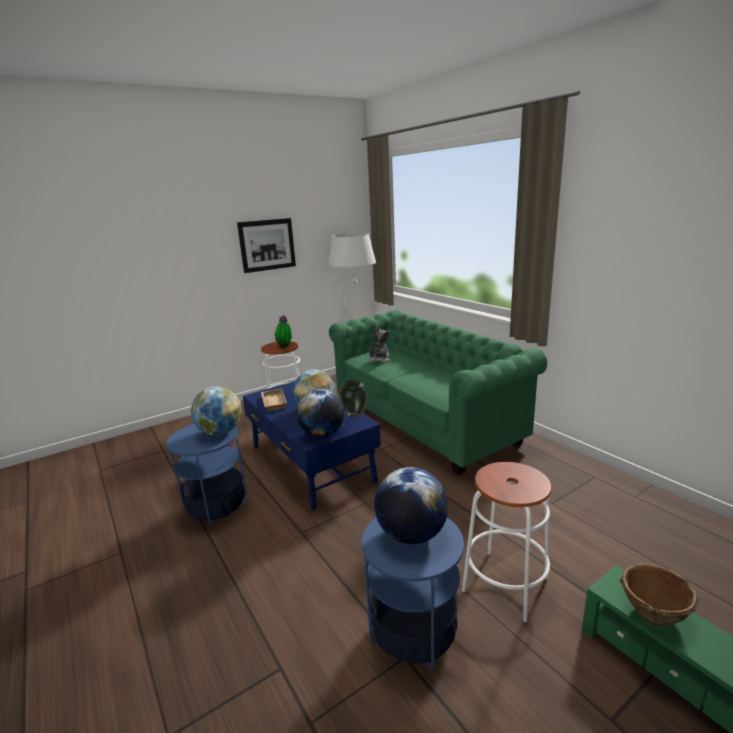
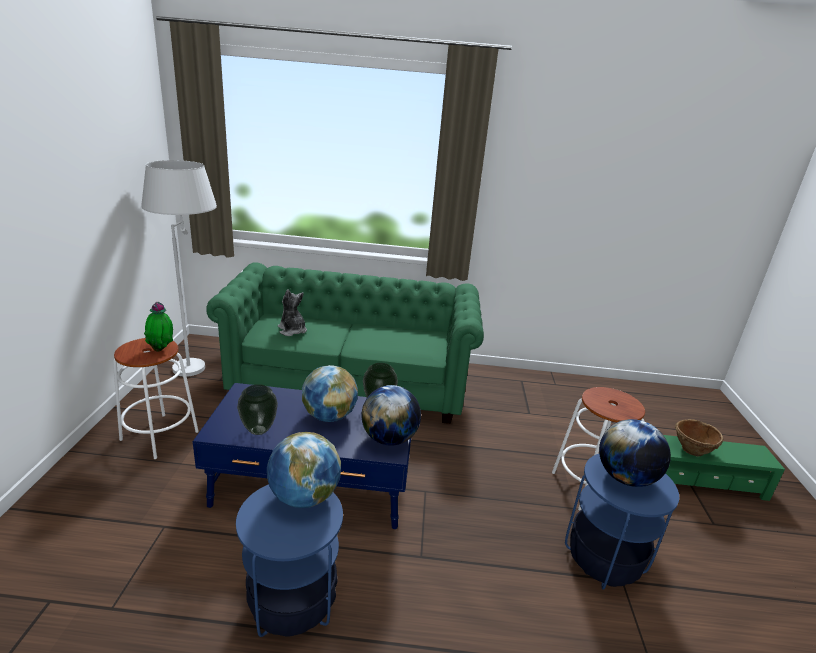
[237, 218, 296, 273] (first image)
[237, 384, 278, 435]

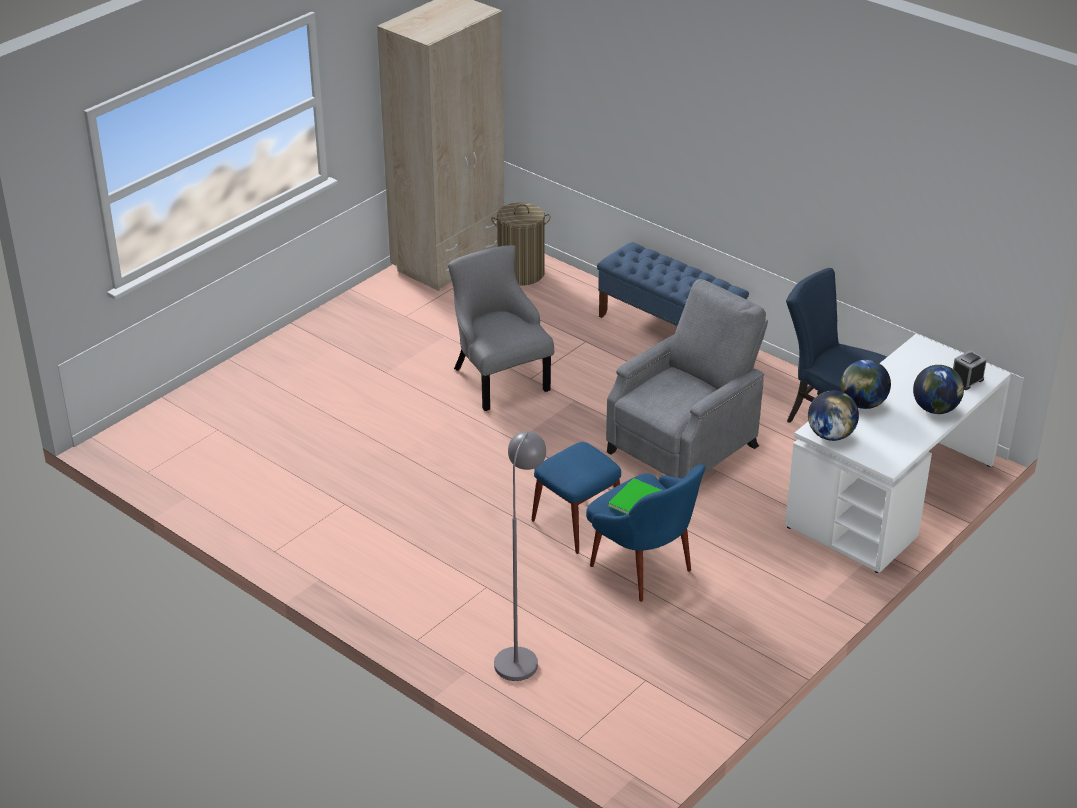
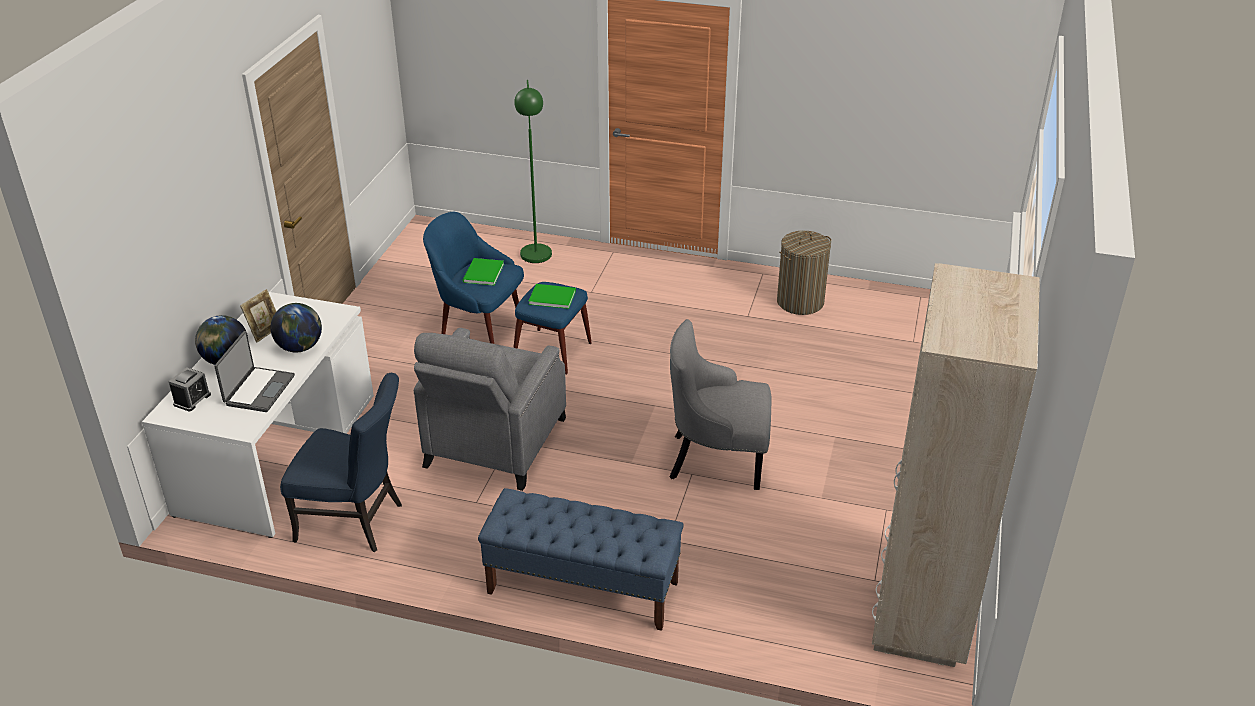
[669, 319, 771, 490]
[777, 231, 831, 315]
[514, 80, 552, 263]
[808, 390, 859, 441] (first image)
[214, 331, 295, 412]
[240, 289, 277, 342]
[529, 284, 576, 309]

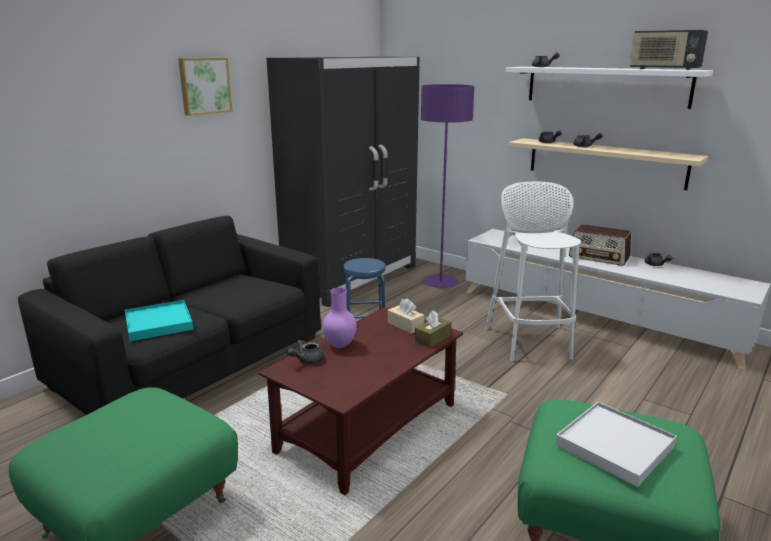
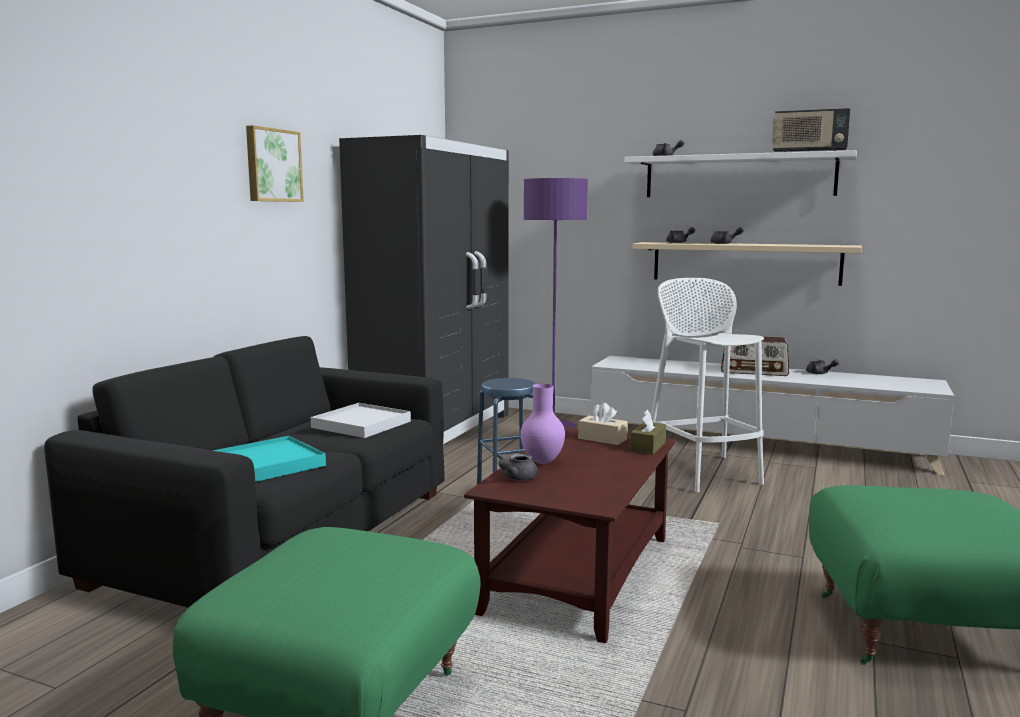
[311, 403, 411, 438]

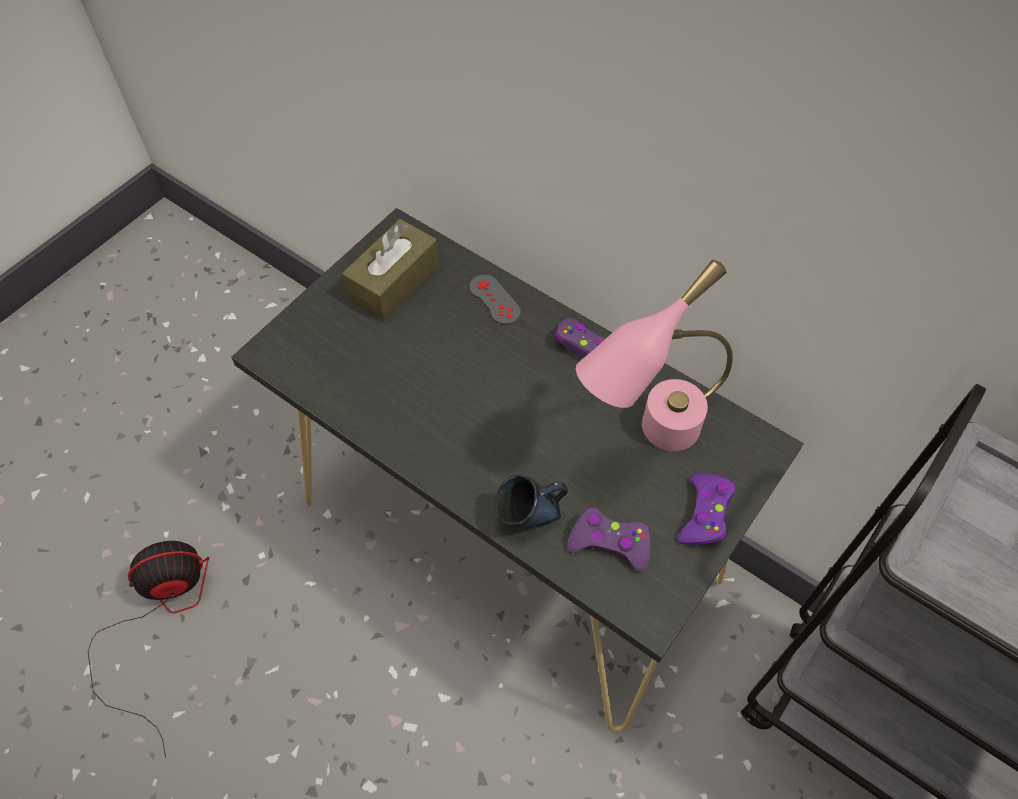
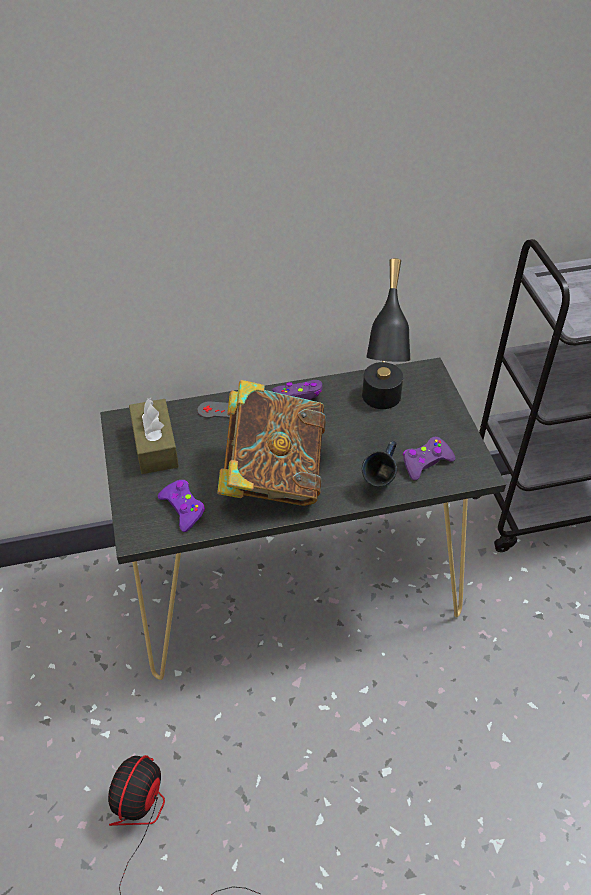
[362, 258, 410, 409]
[158, 480, 205, 532]
[217, 380, 326, 506]

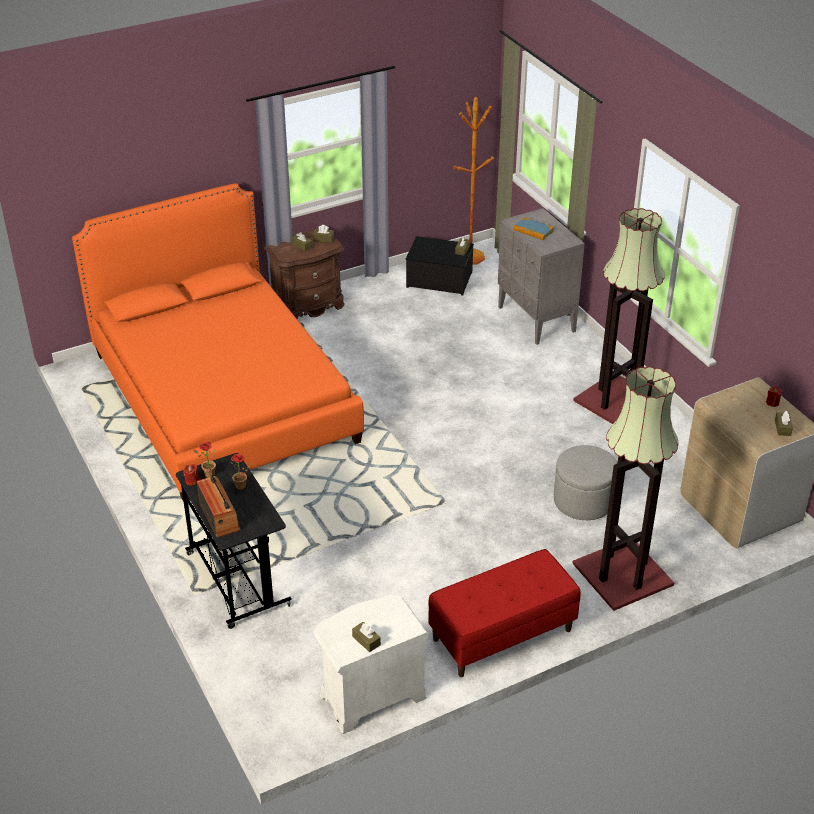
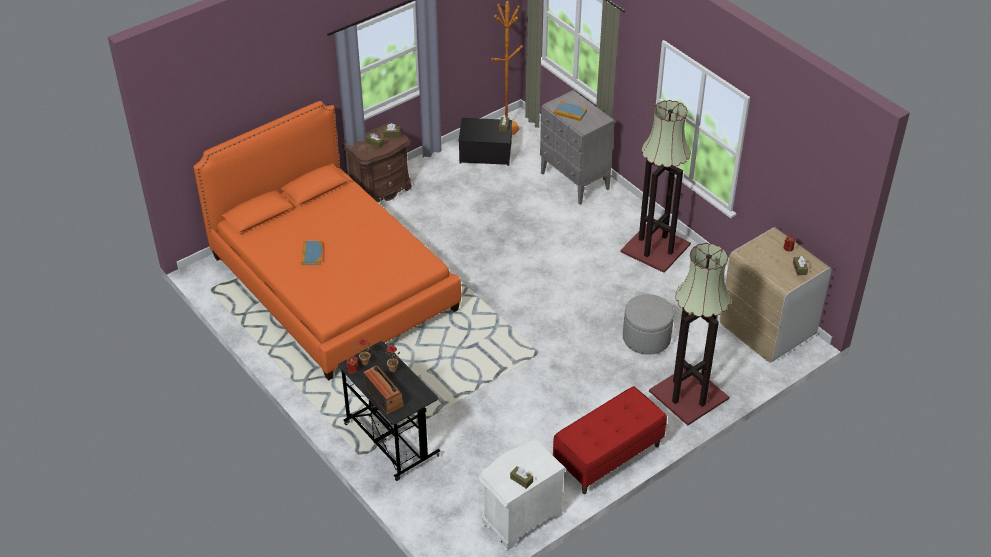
[301, 241, 323, 265]

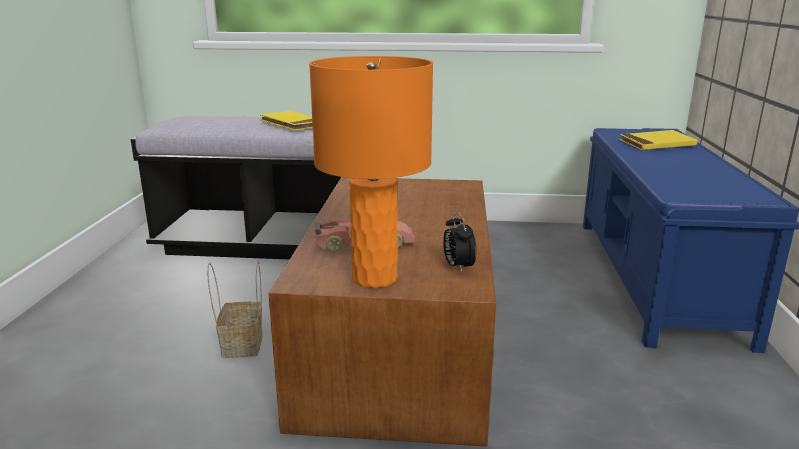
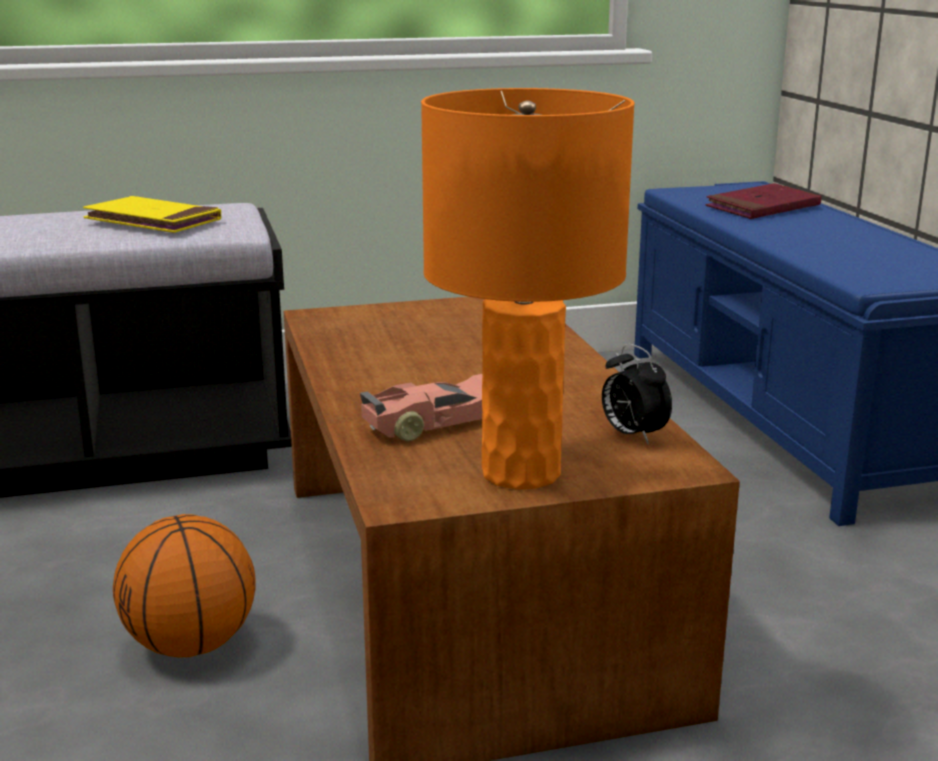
[113, 514, 256, 657]
[706, 183, 821, 219]

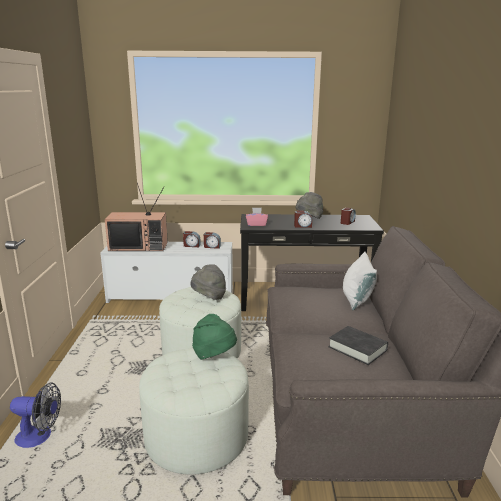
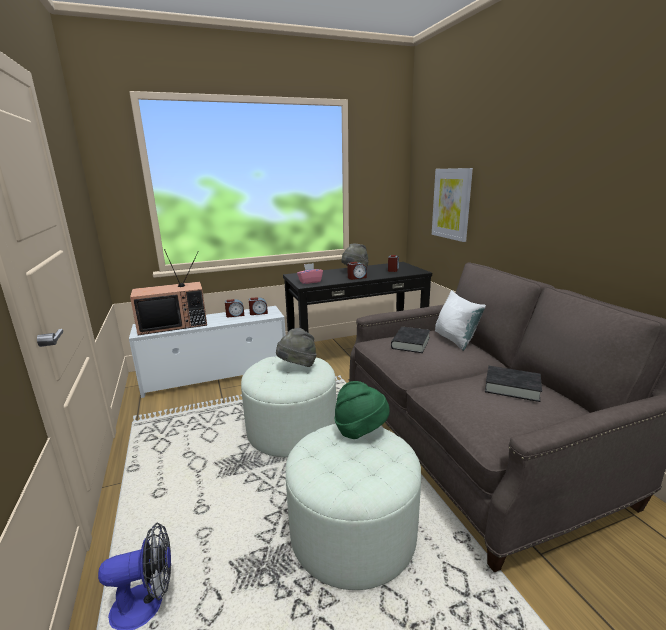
[391, 327, 430, 353]
[432, 168, 473, 242]

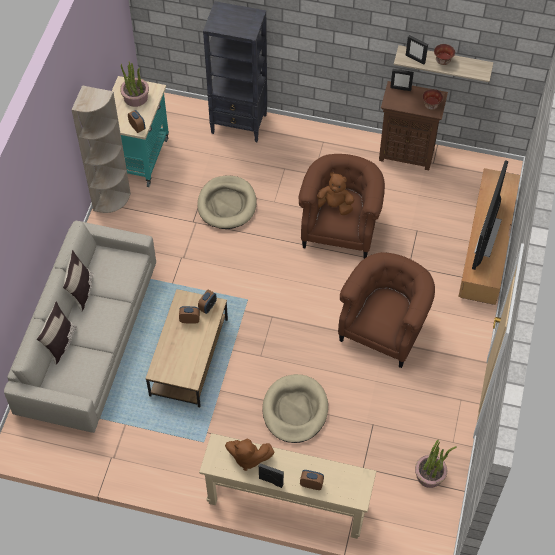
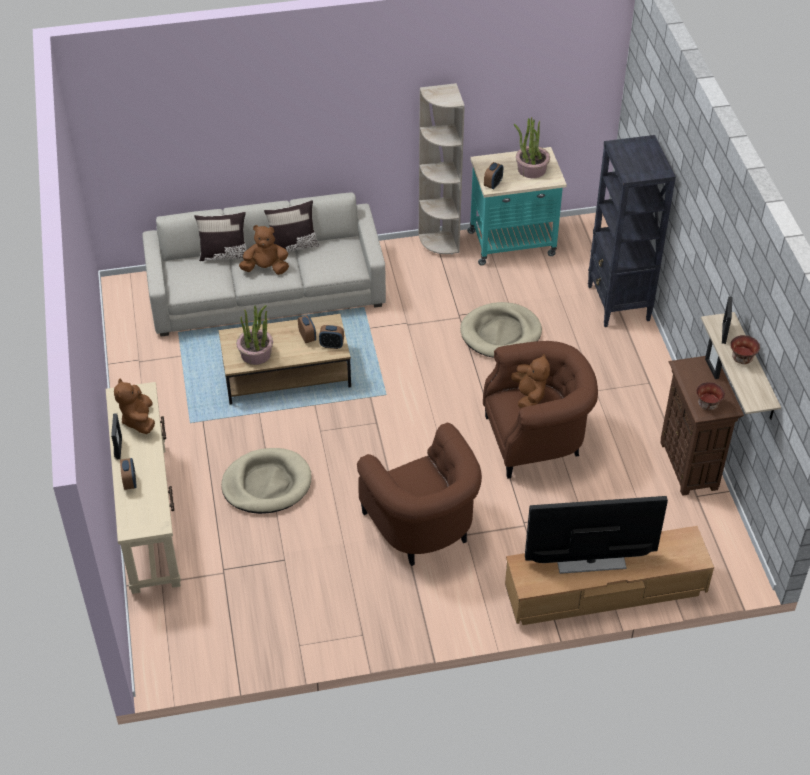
[357, 423, 482, 566]
[236, 305, 273, 365]
[239, 225, 289, 275]

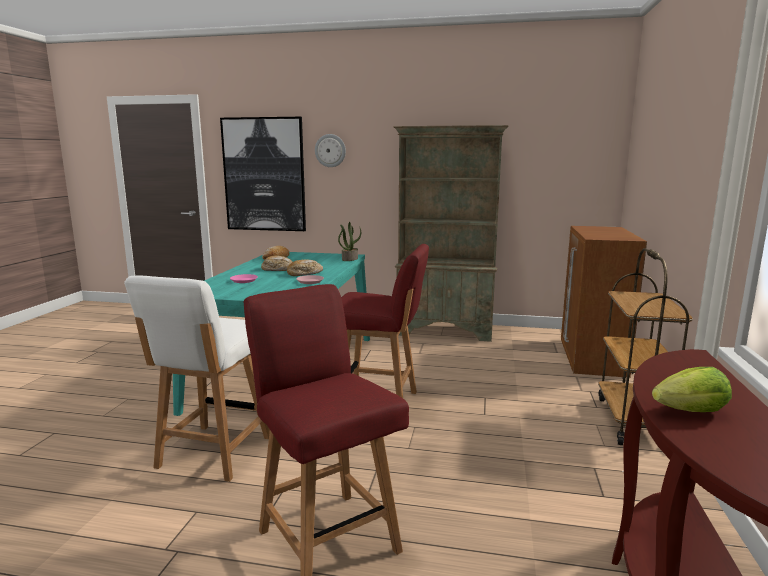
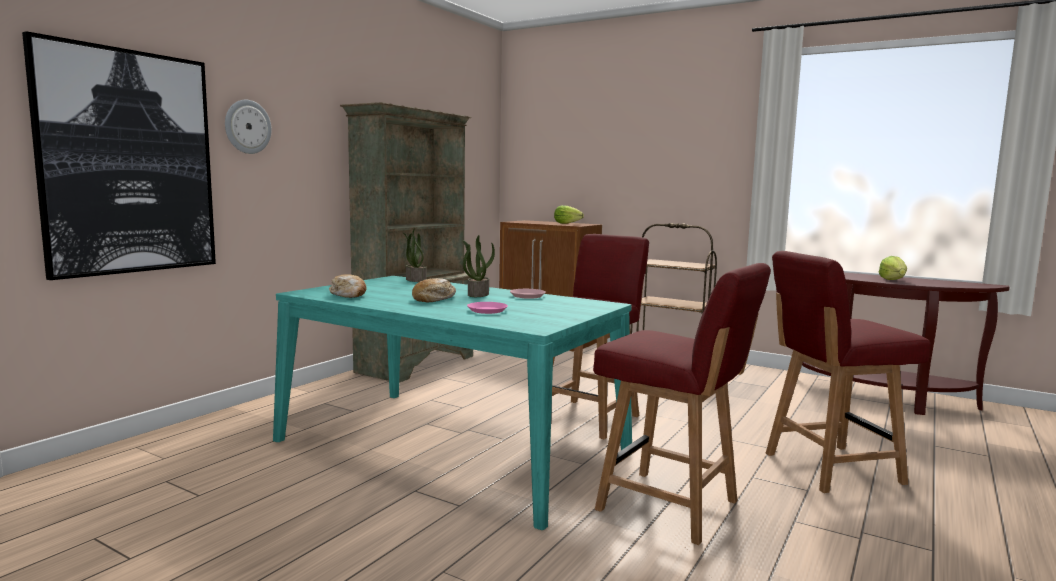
[593, 263, 771, 545]
[462, 235, 495, 297]
[554, 205, 584, 224]

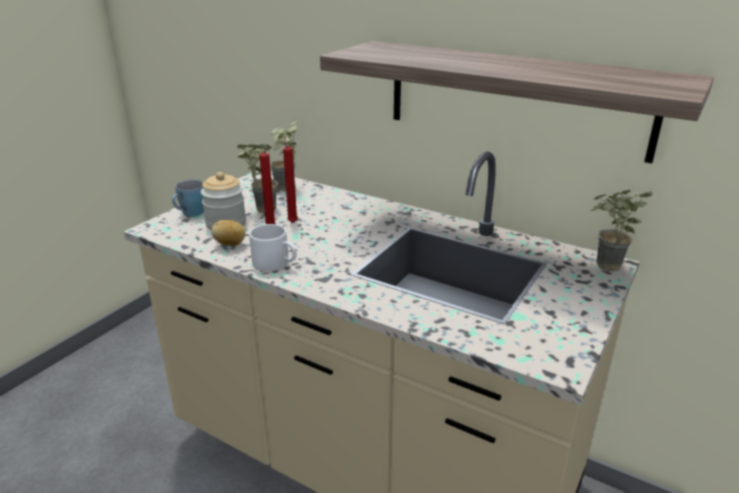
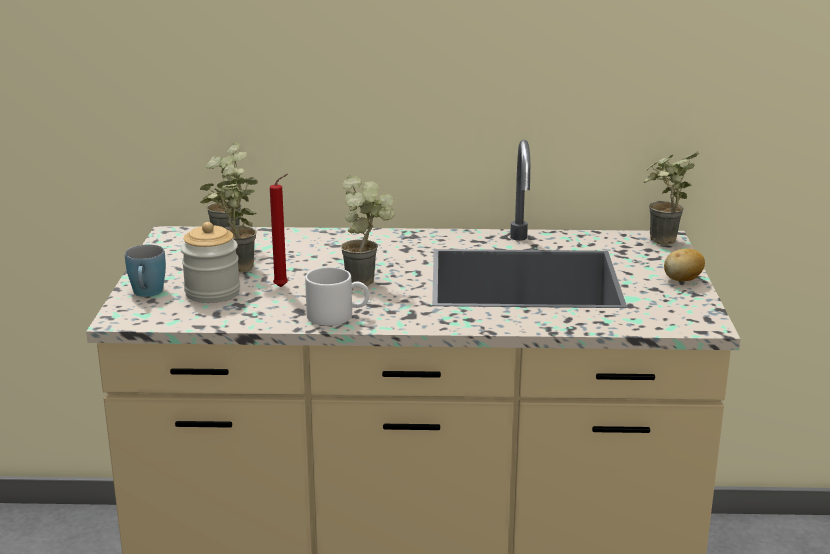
[664, 248, 705, 281]
[283, 137, 298, 223] (first image)
[320, 41, 714, 163] (first image)
[341, 175, 394, 286]

